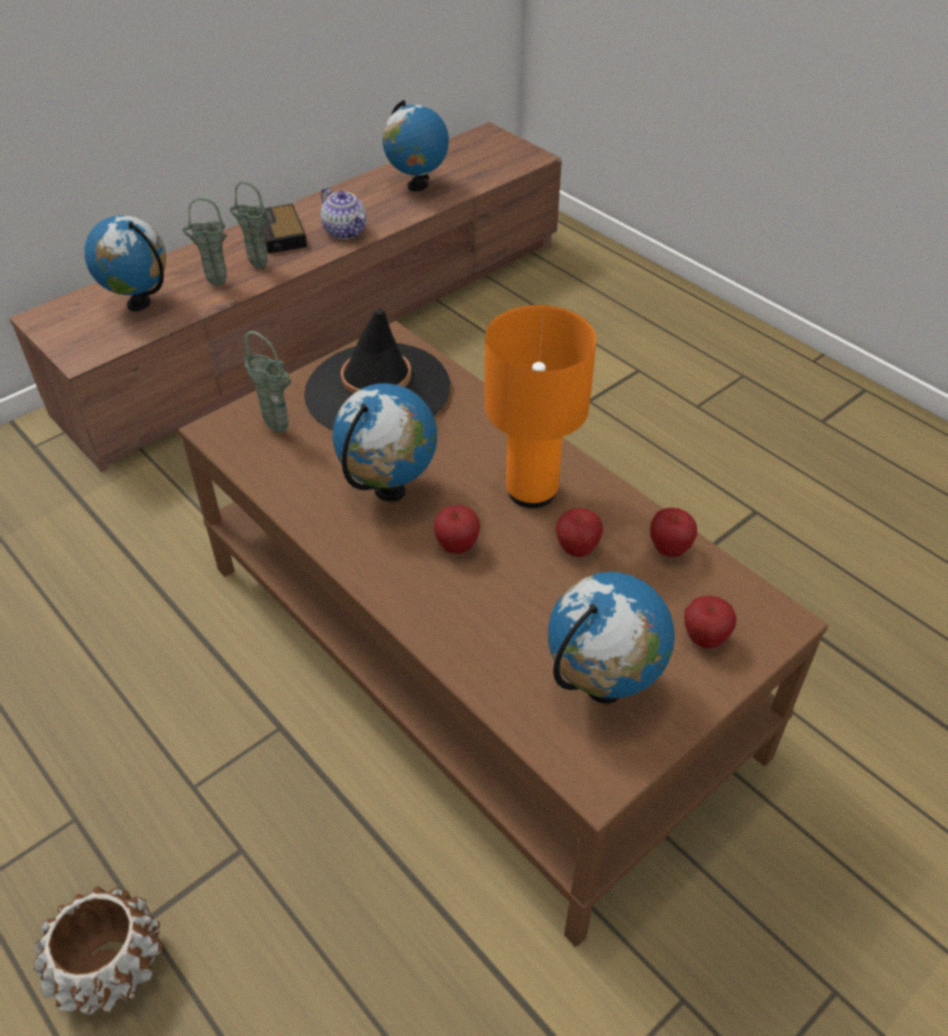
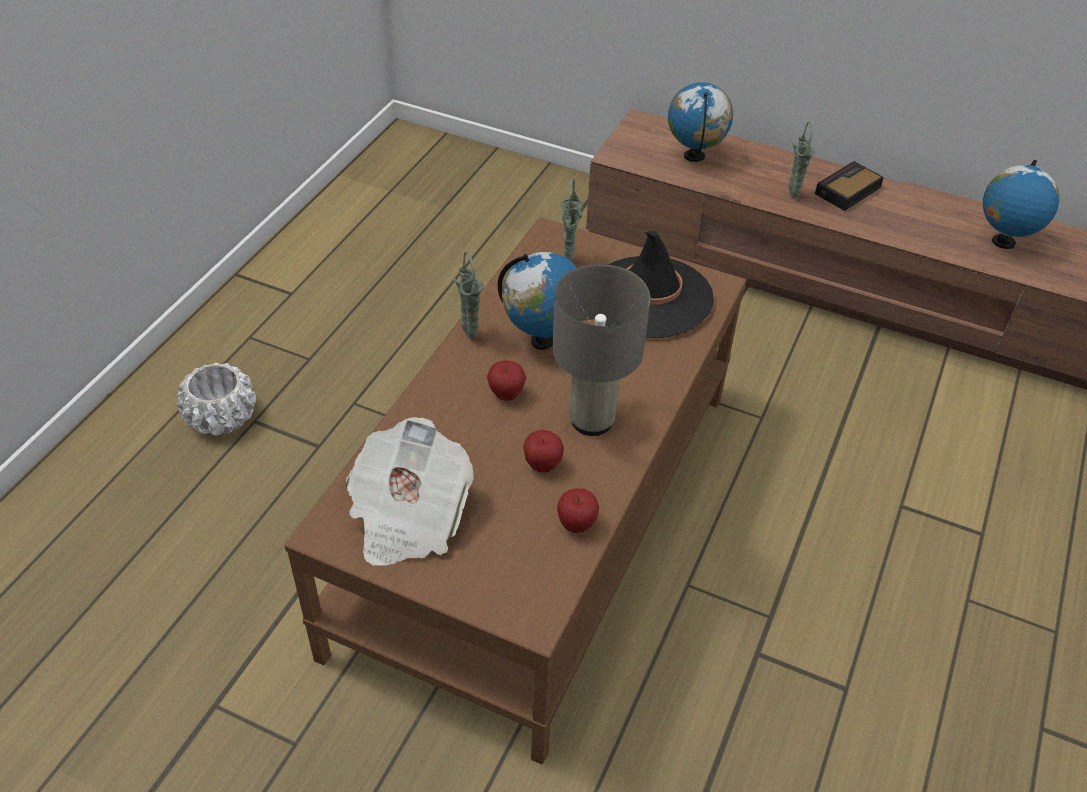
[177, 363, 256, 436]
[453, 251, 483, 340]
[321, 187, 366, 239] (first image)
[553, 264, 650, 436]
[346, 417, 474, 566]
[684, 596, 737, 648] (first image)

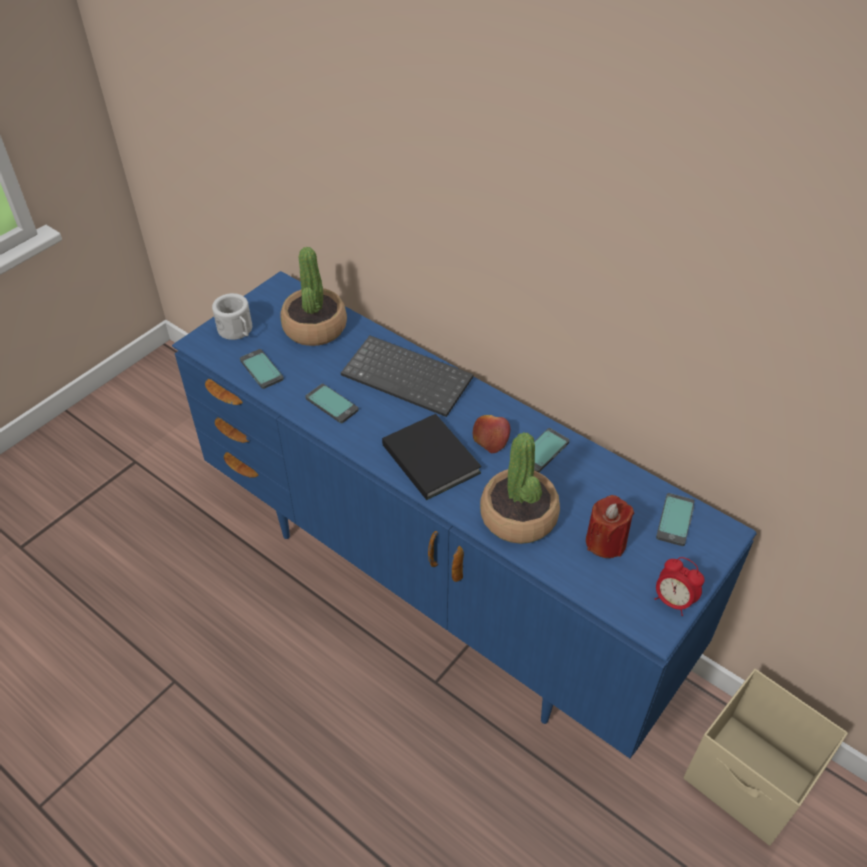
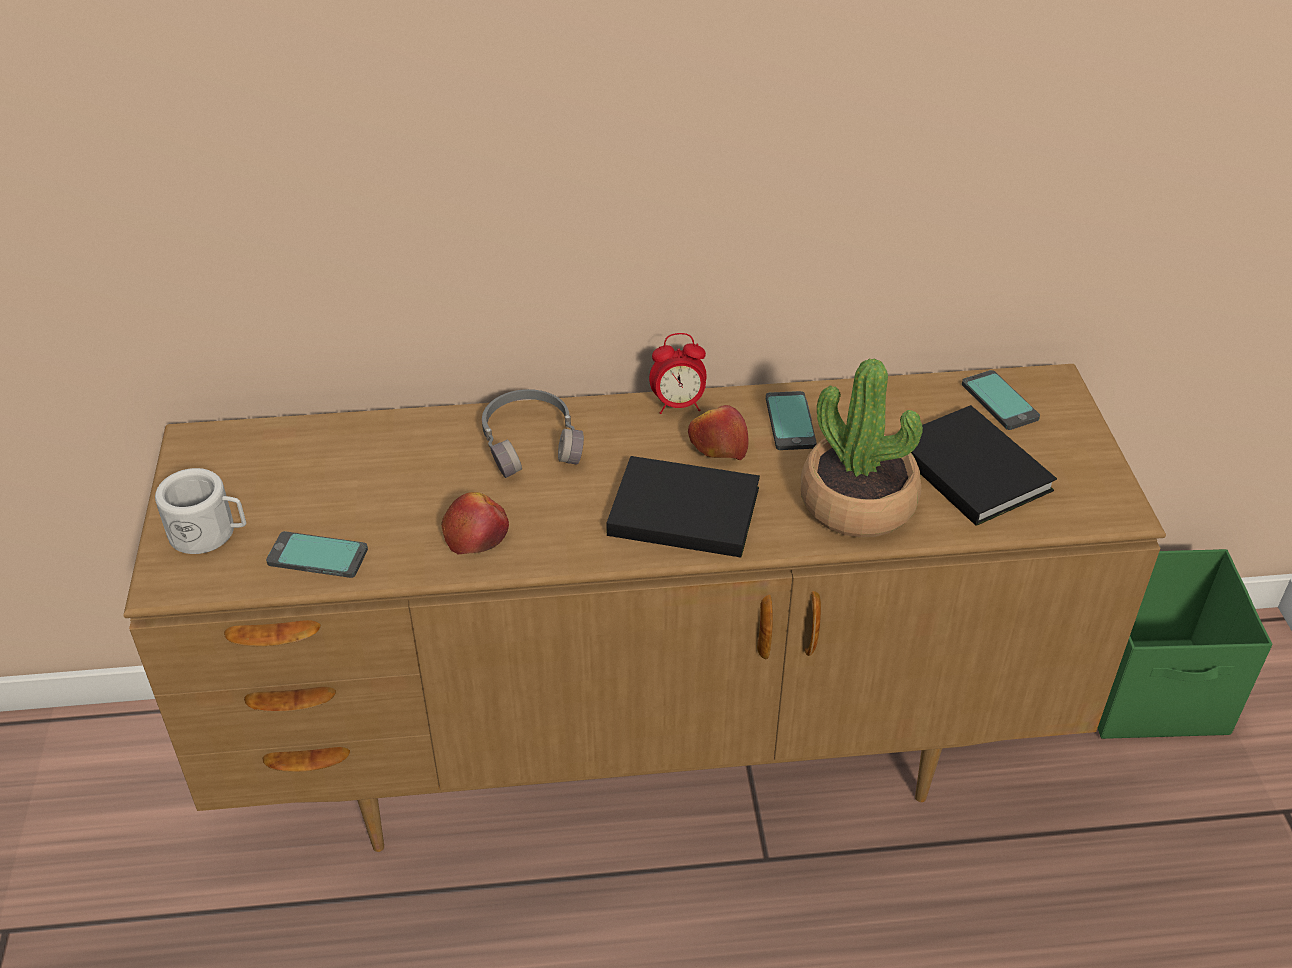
[123, 364, 1166, 852]
[280, 247, 347, 346] (first image)
[441, 492, 509, 554]
[482, 389, 584, 478]
[911, 405, 1057, 526]
[649, 333, 707, 414]
[1098, 549, 1272, 739]

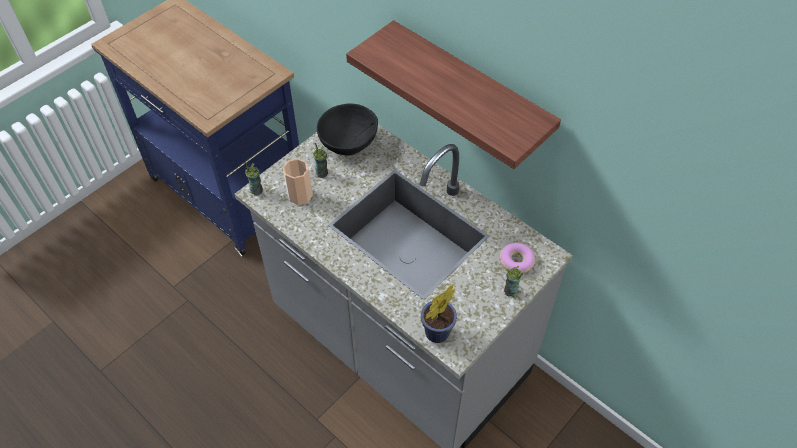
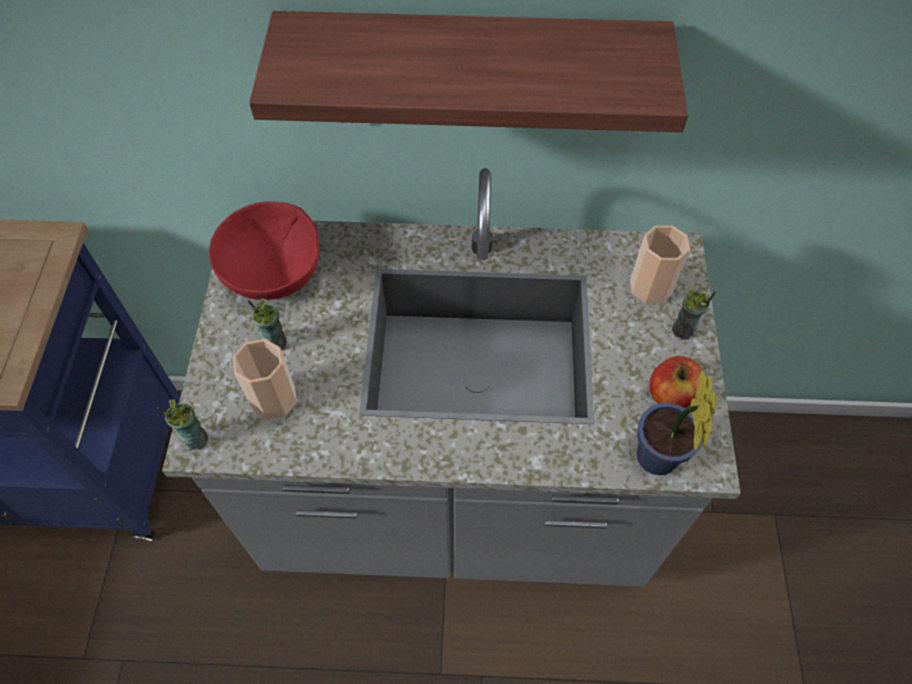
[209, 202, 320, 300]
[630, 225, 690, 303]
[650, 356, 702, 408]

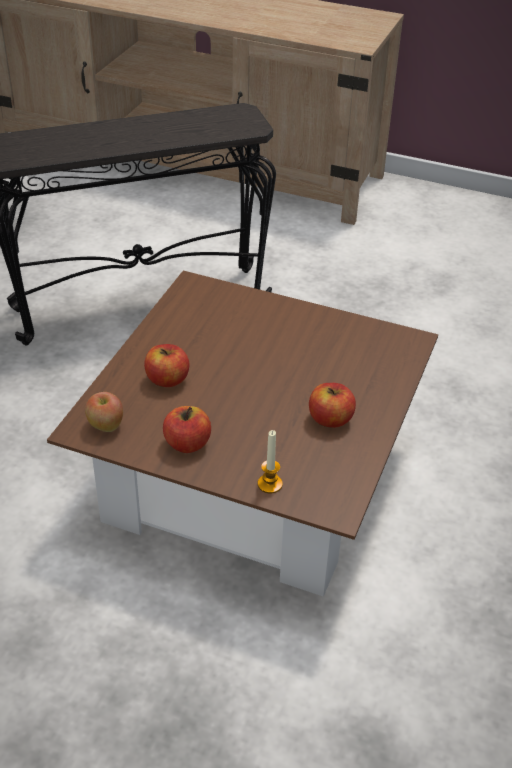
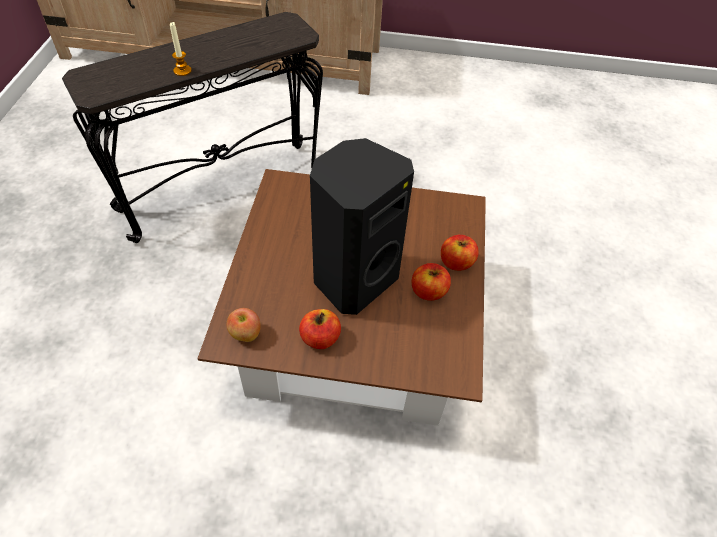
[441, 235, 478, 271]
[170, 22, 192, 76]
[310, 138, 414, 315]

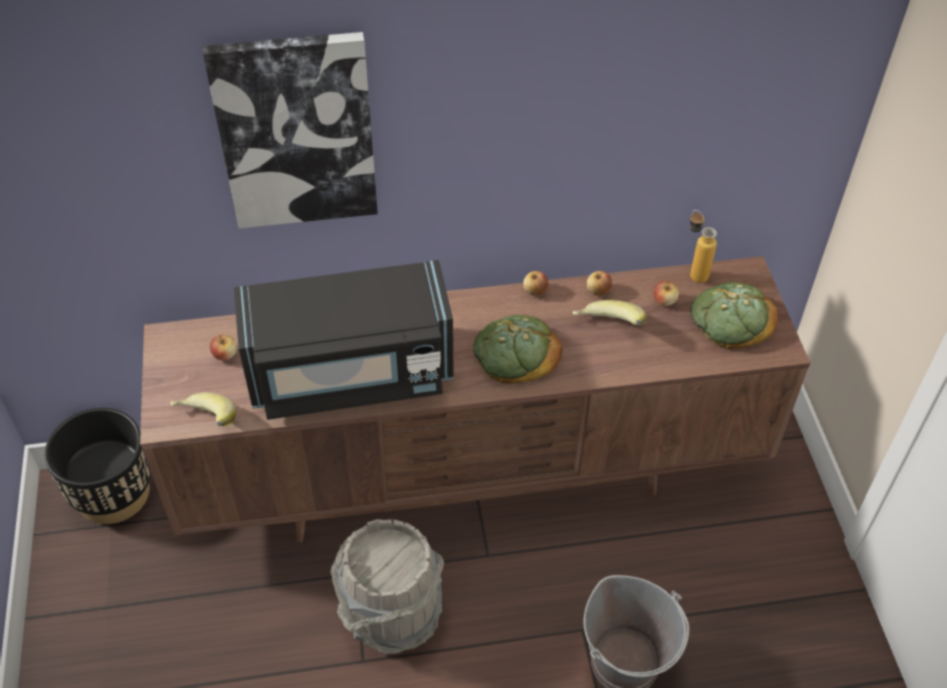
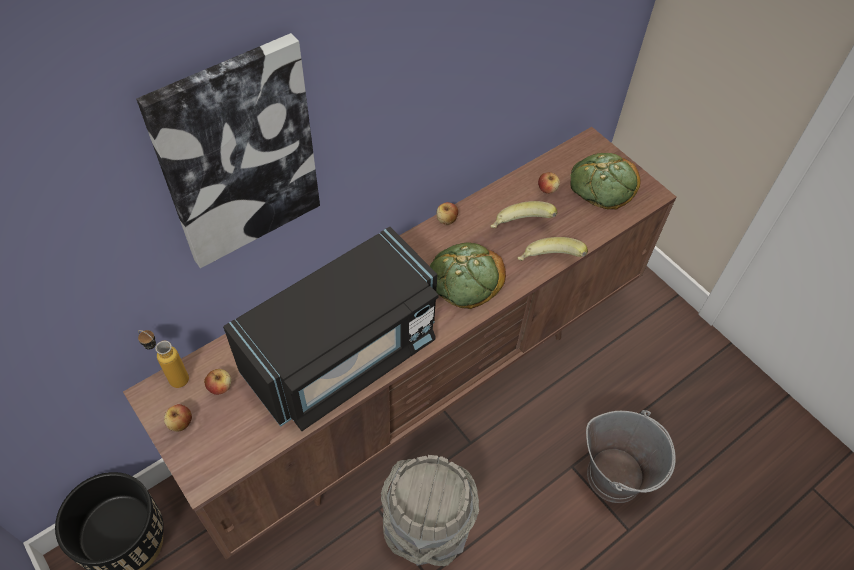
[518, 237, 588, 261]
[164, 404, 192, 432]
[138, 330, 189, 388]

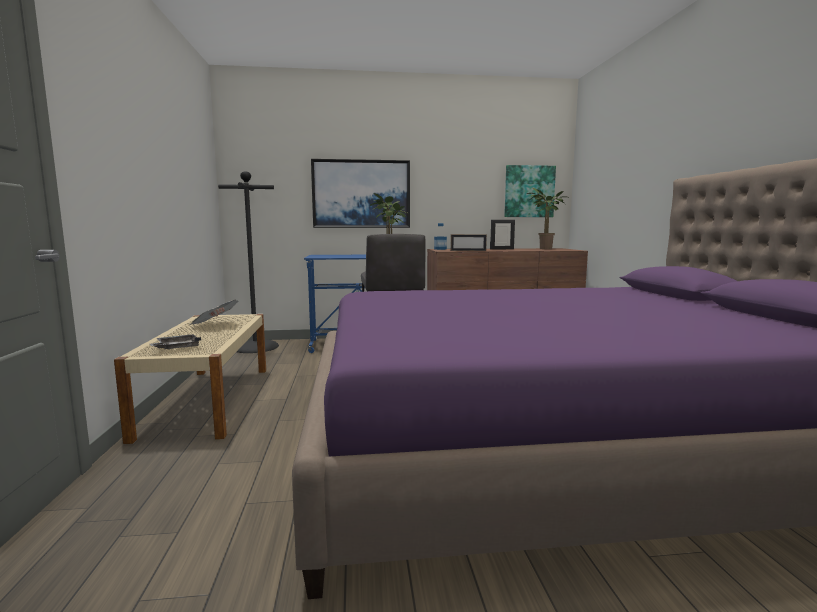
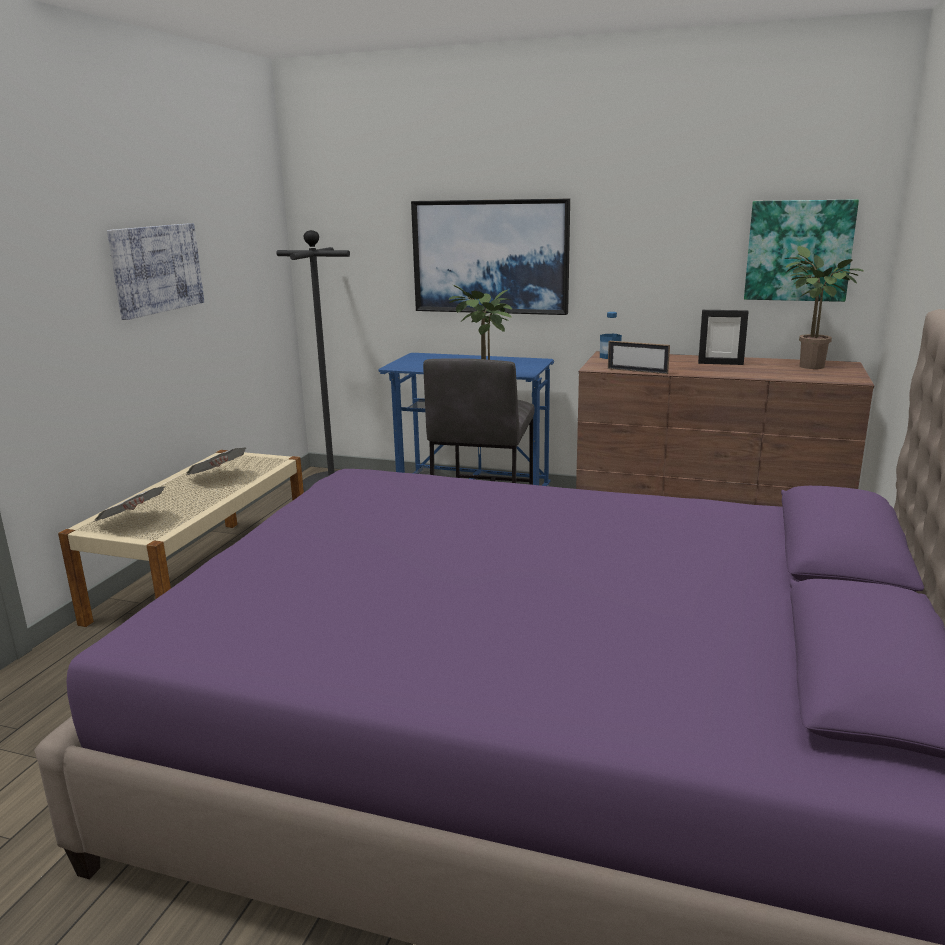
[93, 486, 165, 522]
[107, 223, 204, 320]

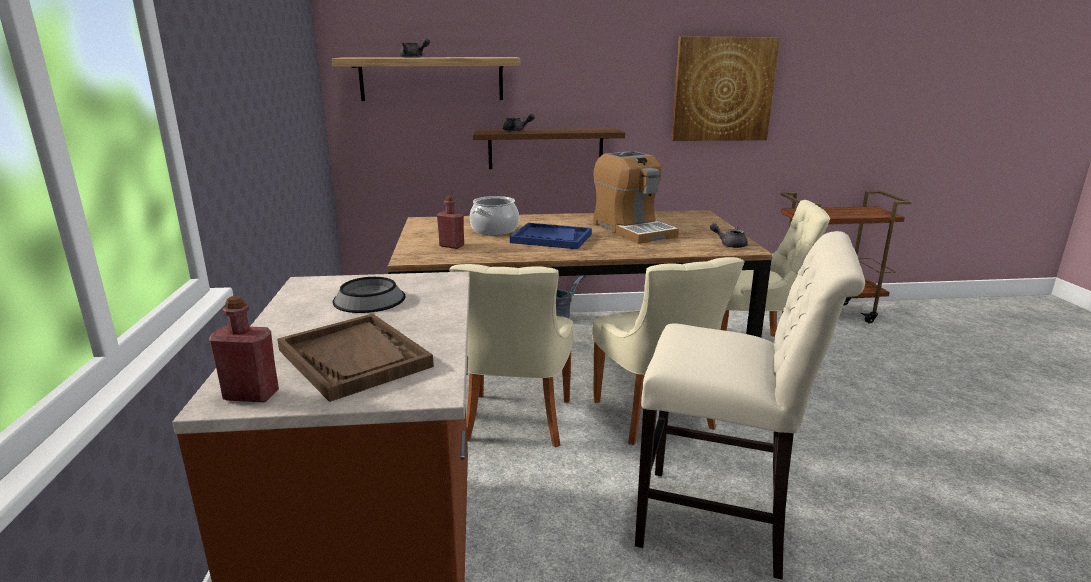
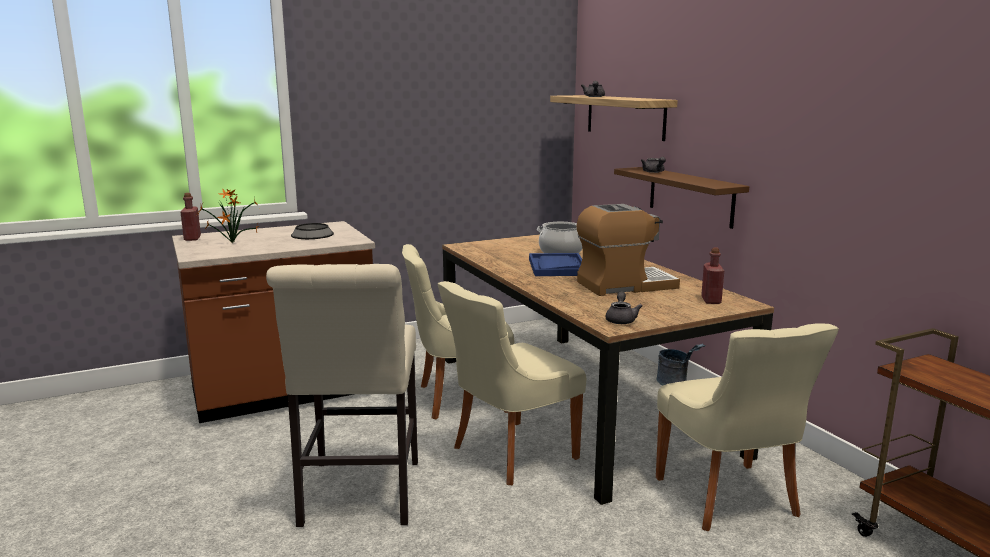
[196, 188, 259, 243]
[701, 247, 724, 304]
[577, 204, 680, 296]
[671, 36, 780, 141] (first image)

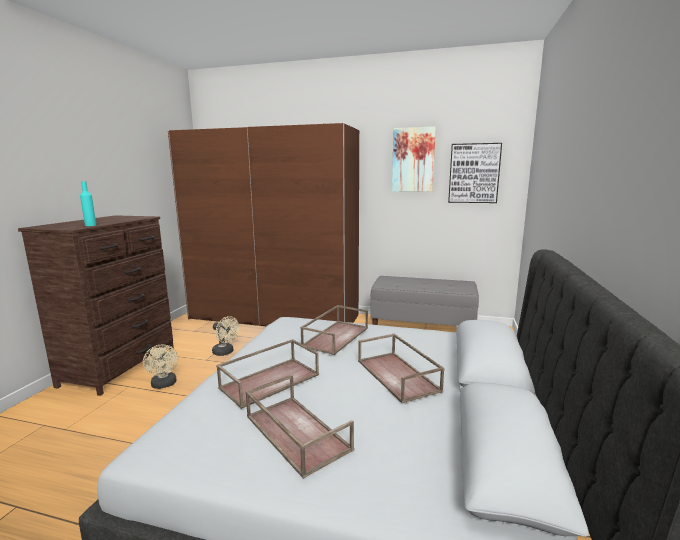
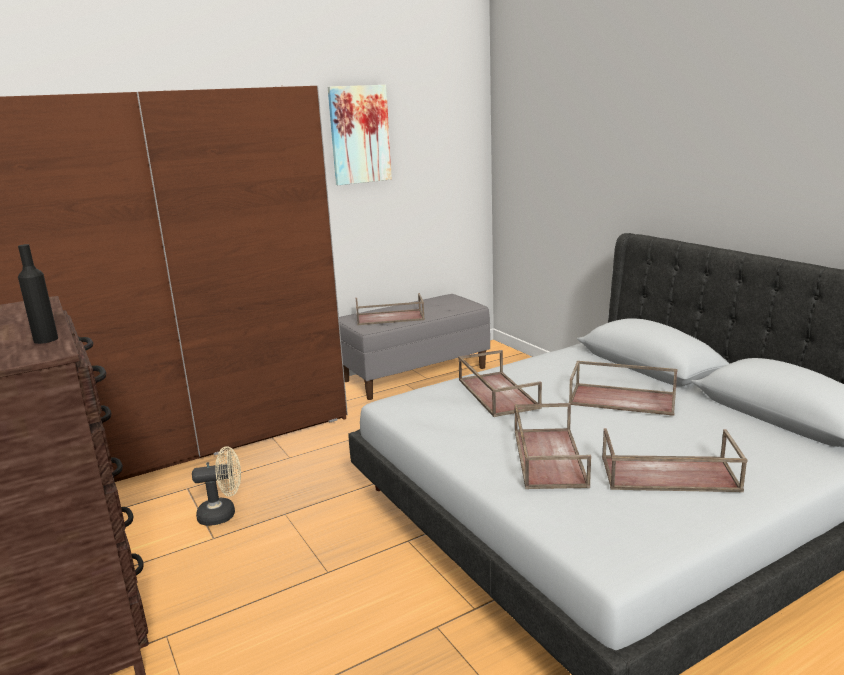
[18, 244, 58, 344]
[143, 344, 178, 389] (first image)
[448, 143, 502, 203] (first image)
[356, 293, 425, 325]

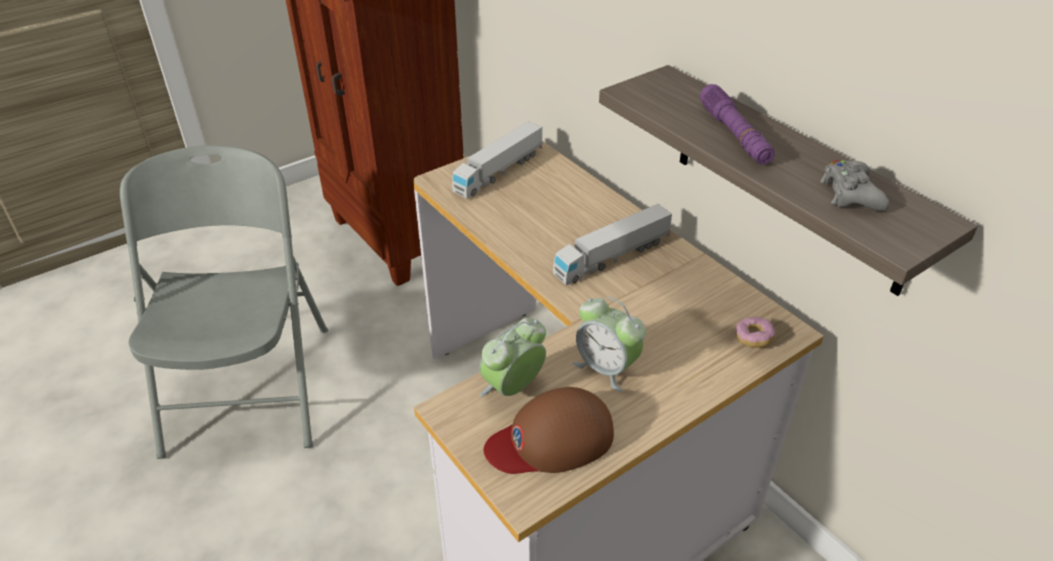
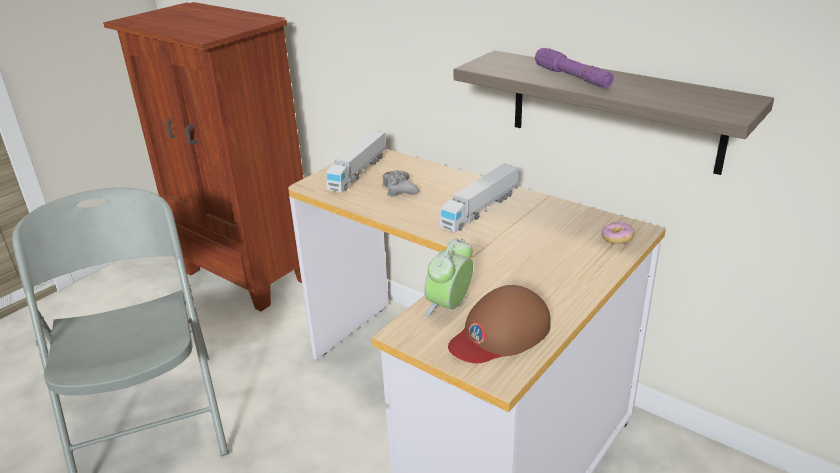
[573, 297, 646, 392] (first image)
[382, 170, 419, 197]

